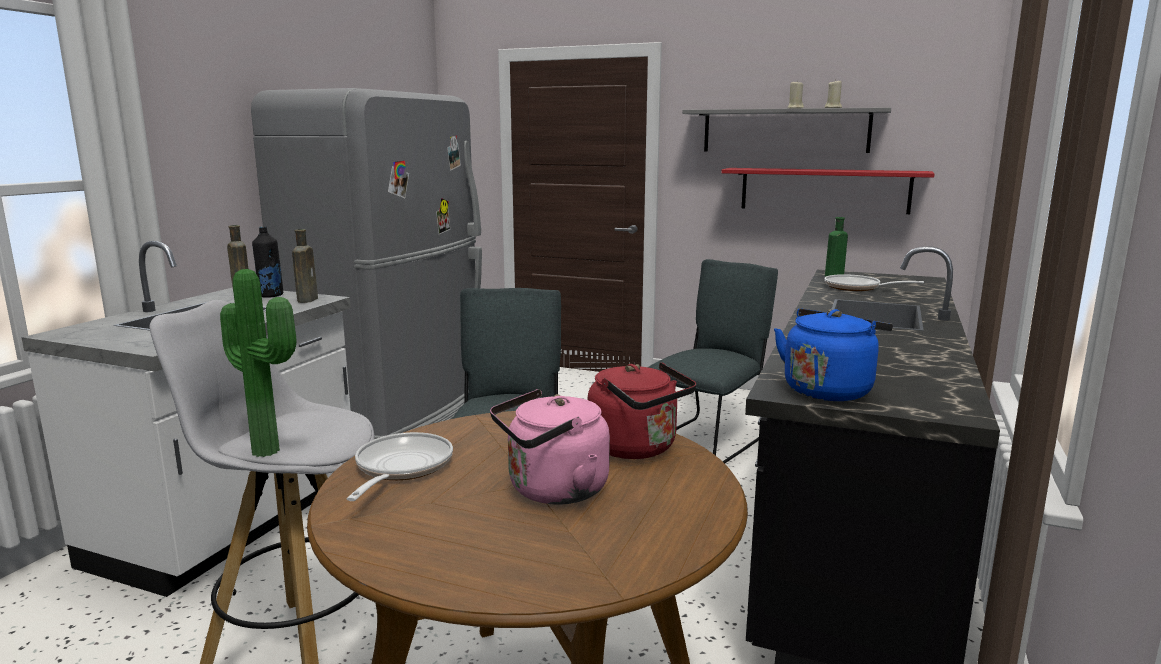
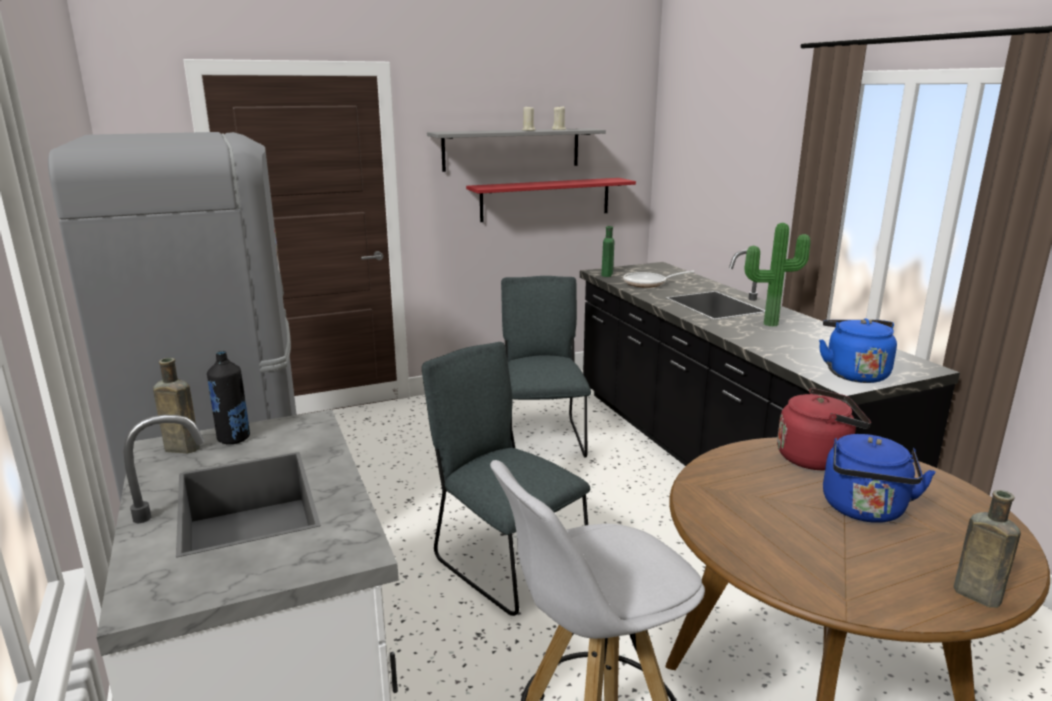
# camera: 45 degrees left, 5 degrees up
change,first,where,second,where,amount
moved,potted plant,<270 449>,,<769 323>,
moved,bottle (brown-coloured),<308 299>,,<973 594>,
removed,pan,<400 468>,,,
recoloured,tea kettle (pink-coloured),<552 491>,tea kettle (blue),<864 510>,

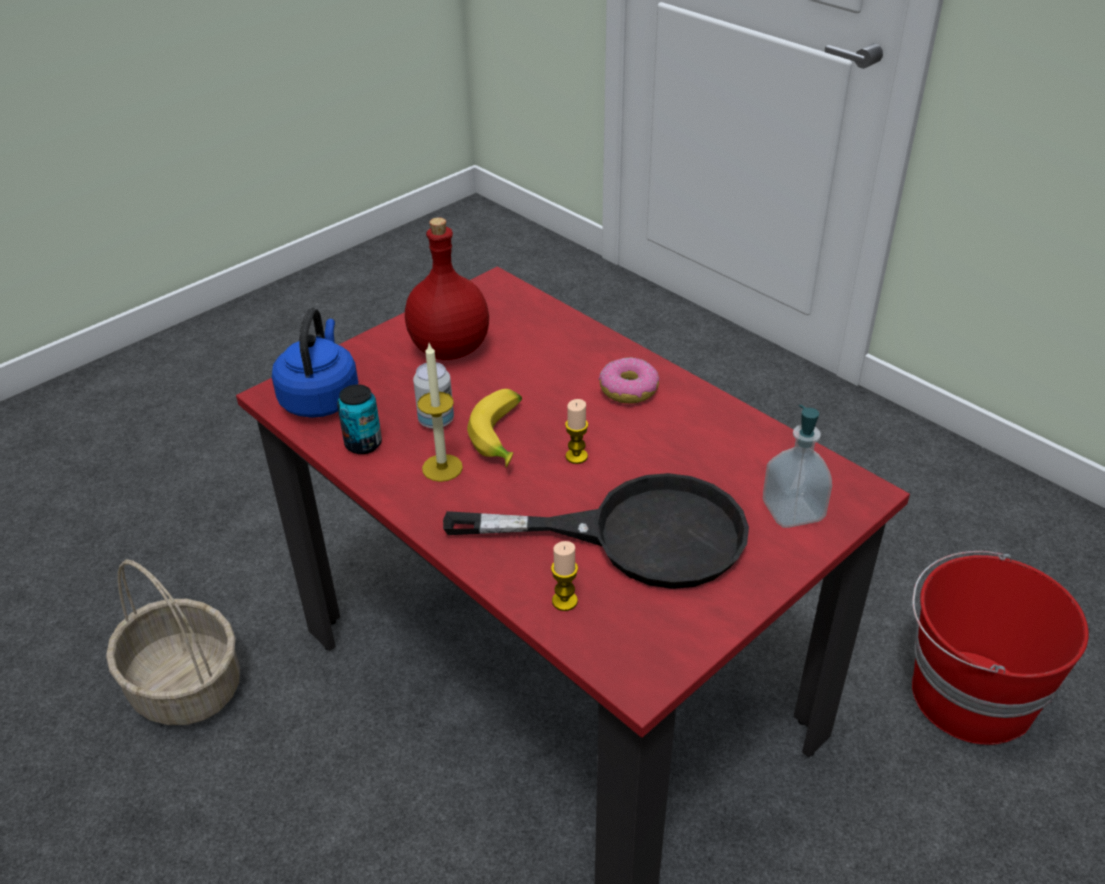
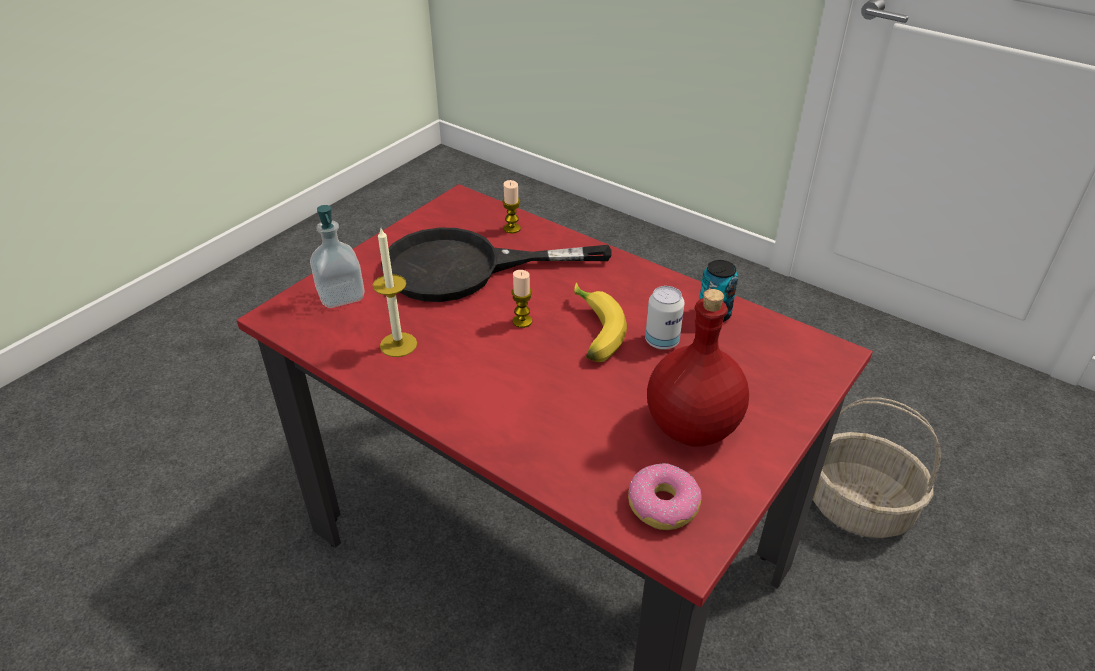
# camera: 170 degrees right, 0 degrees up
change,first,where,second,where,amount
removed,tea kettle (blue),<321 398>,,,
moved,wax light,<442 468>,,<398 344>,
moved,ring doughnut,<629 390>,,<662 504>,
removed,water bucket (red-coloured),<968 695>,,,

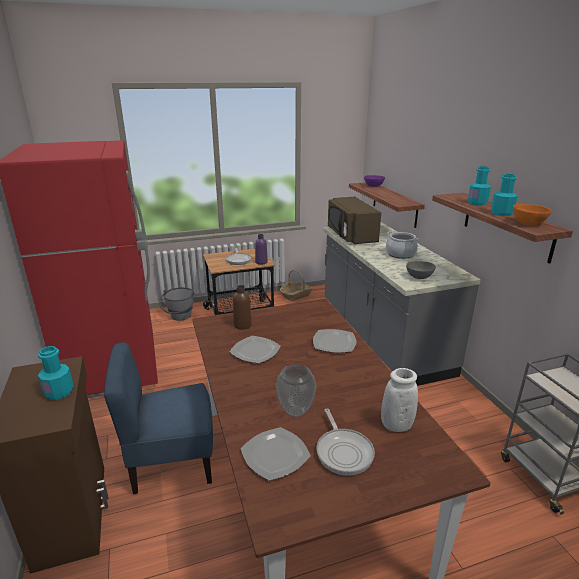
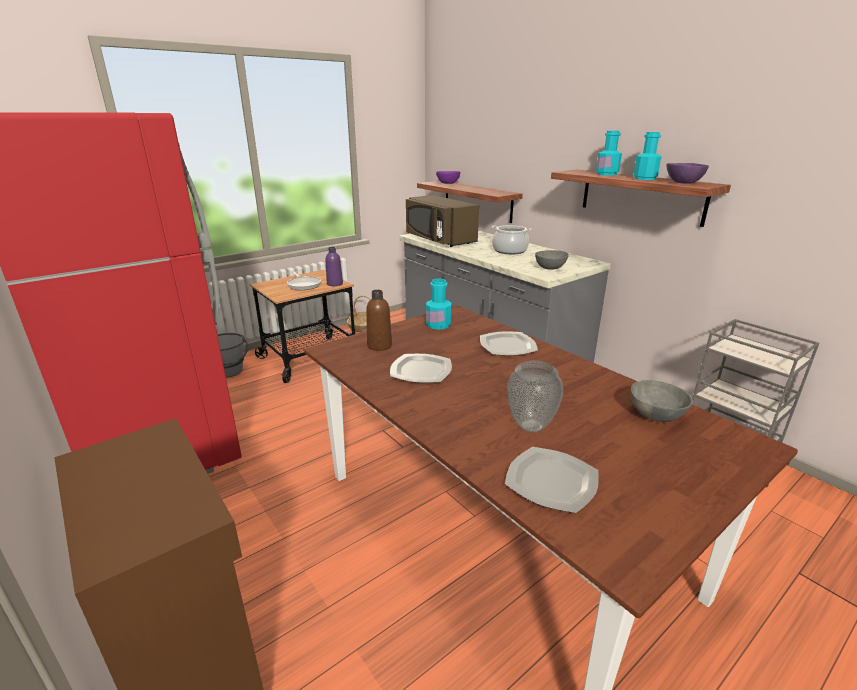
# camera: 20 degrees left, 0 degrees up
change,first,where,second,where,amount
moved,bottle (turquoise),<59 392>,,<438 325>,
removed,plain chair (blue),<172 462>,,,
removed,pan,<343 451>,,,
replaced,vase (white),<396 425>,deep dish (greyish),<654 415>,
recoloured,deep dish (orangey),<527 223>,deep dish (purple-coloured),<683 183>,

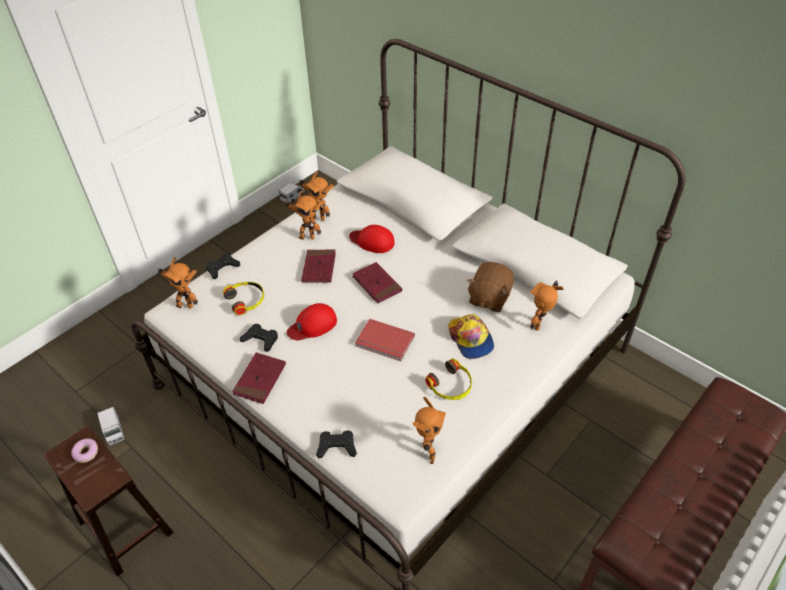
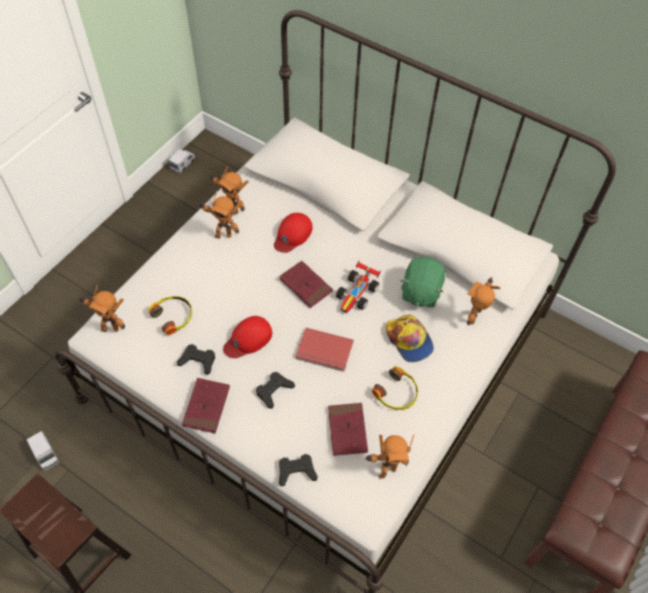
# camera: 10 degrees left, 10 degrees up
change,first,where,second,where,amount
removed,ring doughnut,<86 452>,,,
moved,gamepad (blackish),<222 268>,,<274 390>,
moved,bound book (red-coloured),<319 268>,,<347 430>,
turned,baseball cap (red-coloured),<372 241>,,<292 234>,75 degrees counterclockwise
turned,model robot,<427 455>,,<385 470>,75 degrees clockwise
recoloured,cuddly toy (brown-coloured),<489 298>,cuddly toy (greenish),<420 292>,
added,,,model car,<357 293>,

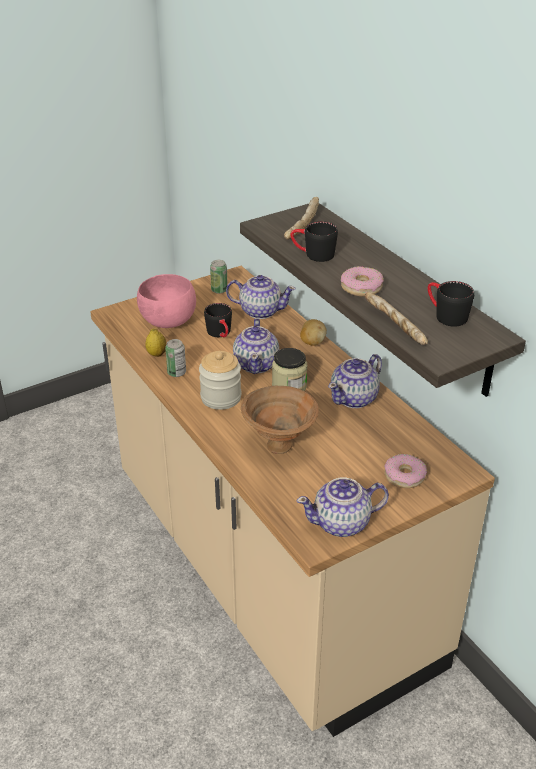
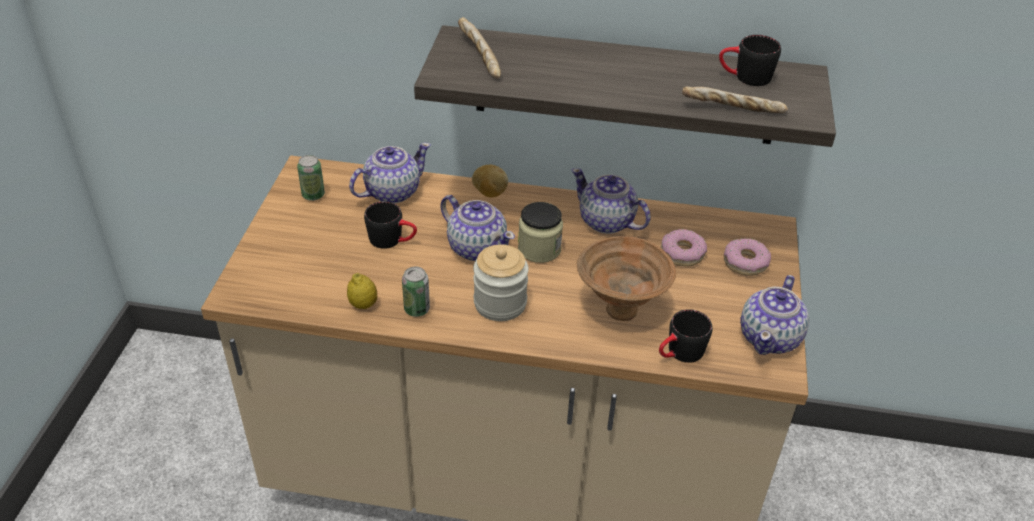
# camera: 50 degrees left, 5 degrees up
change,first,where,second,where,amount
removed,deep dish (pink-coloured),<168 322>,,,
moved,mug (blackish),<313 254>,,<679 354>,
turned,teapot,<354 398>,,<607 222>,135 degrees clockwise
moved,ring doughnut,<361 287>,,<682 253>,

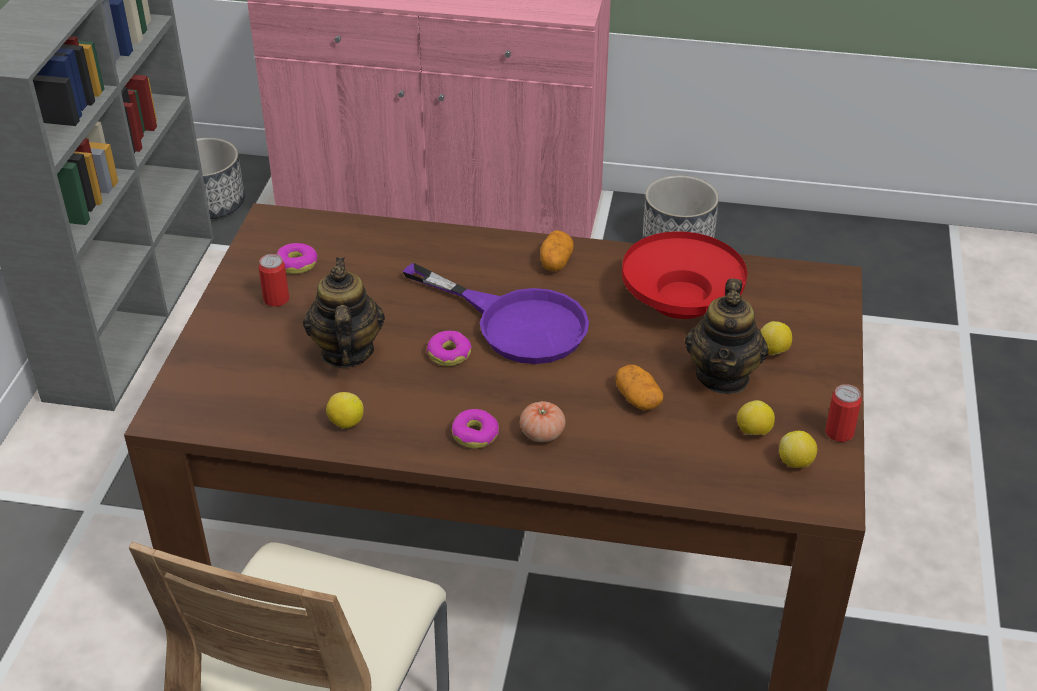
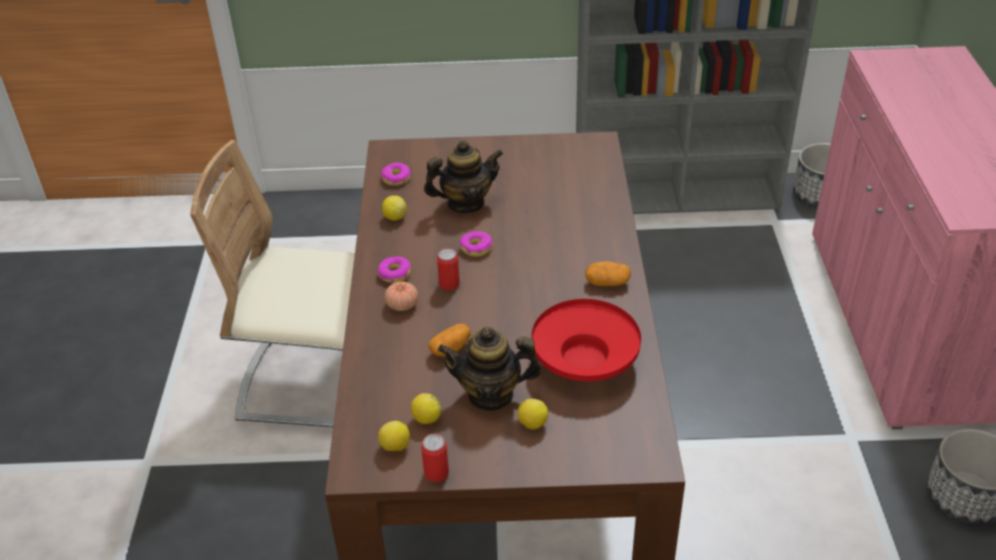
# camera: 80 degrees right, 0 degrees up
change,first,where,second,where,amount
moved,sealed can,<276 299>,,<449 284>,
moved,ring doughnut,<297 264>,,<396 178>,
removed,pan (purple-coloured),<516 323>,,,

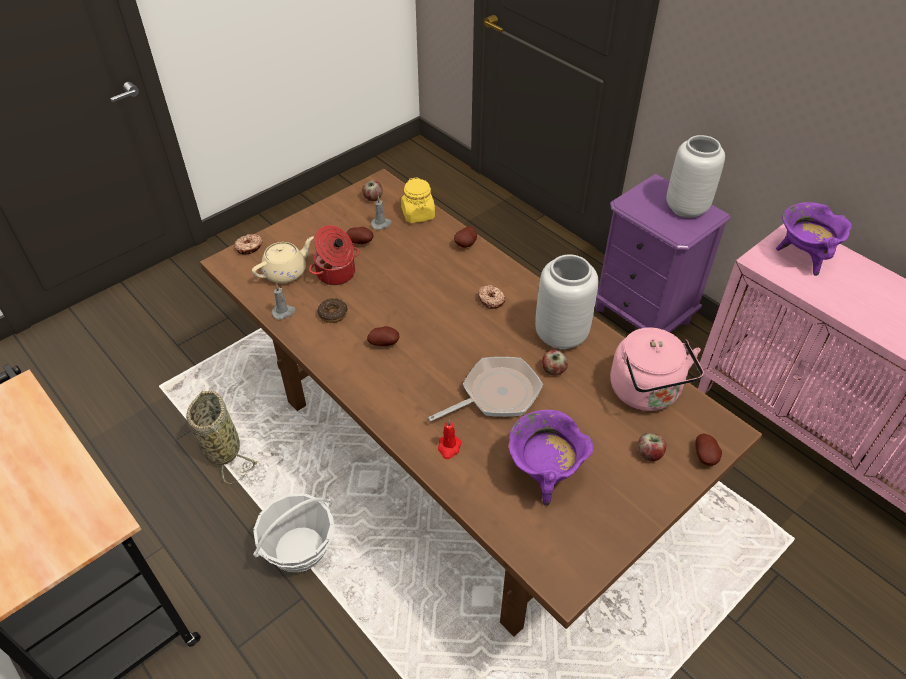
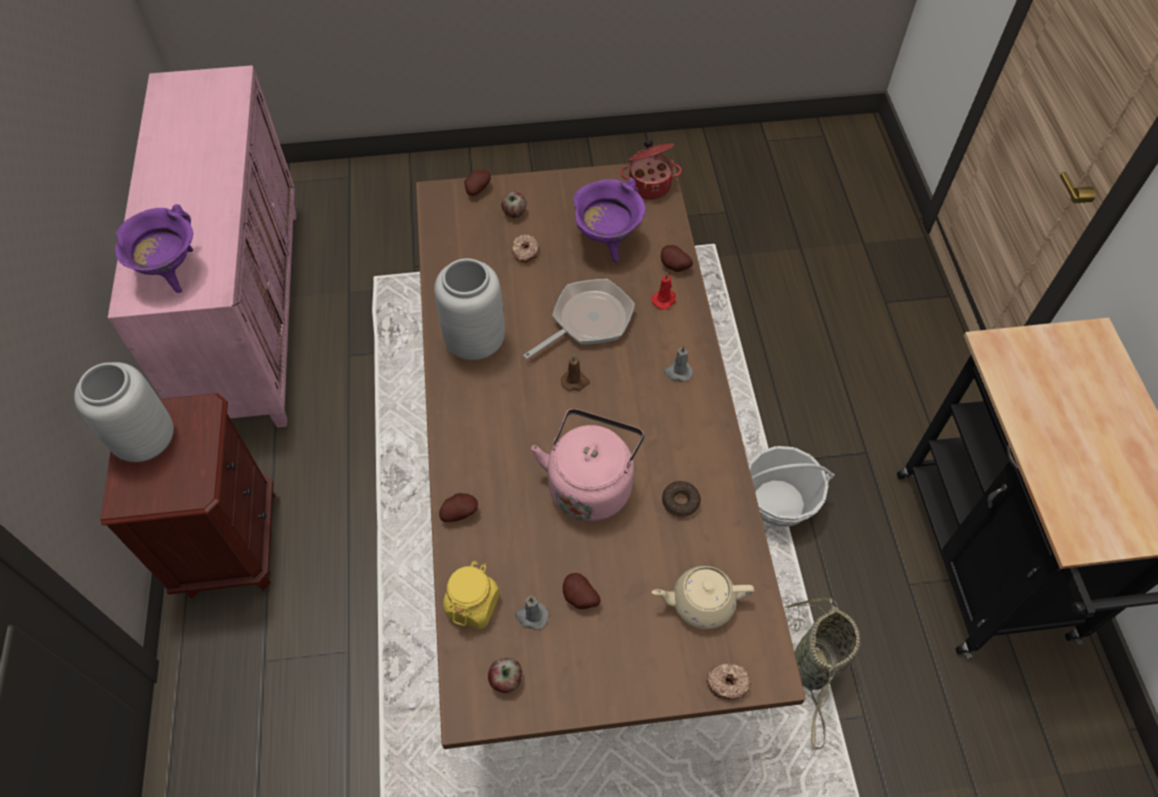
# camera: 145 degrees left, 10 degrees up
change,first,where,second,where,amount
moved,wax light (greyish),<284 312>,,<678 372>,
moved,cooking pot,<336 274>,,<649 184>,
moved,whole potato,<384 343>,,<674 267>,
turned,pan,<496 394>,,<587 321>,135 degrees clockwise
moved,ring doughnut,<491 300>,,<525 252>,
removed,apple fruit,<553 370>,,,
recoloured,night table (purple-coloured),<642 315>,night table (brown-coloured),<230 543>,
moved,tea kettle (pink-coloured),<647 393>,,<591 484>,
added,,,wax light (brown-coloured),<575 382>,

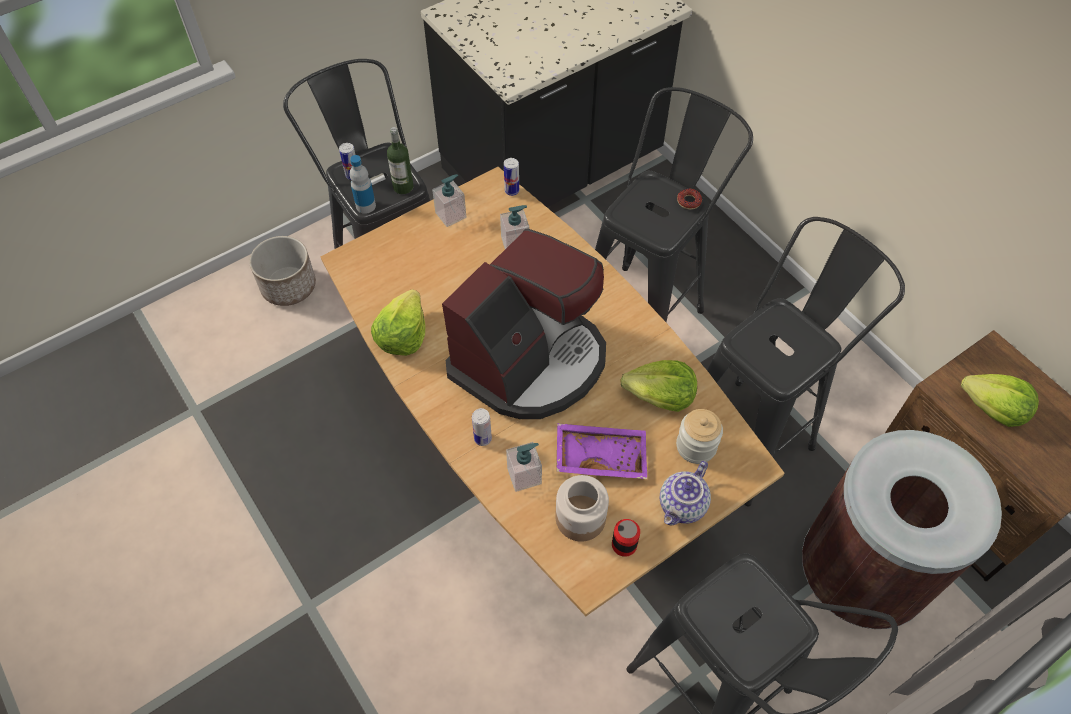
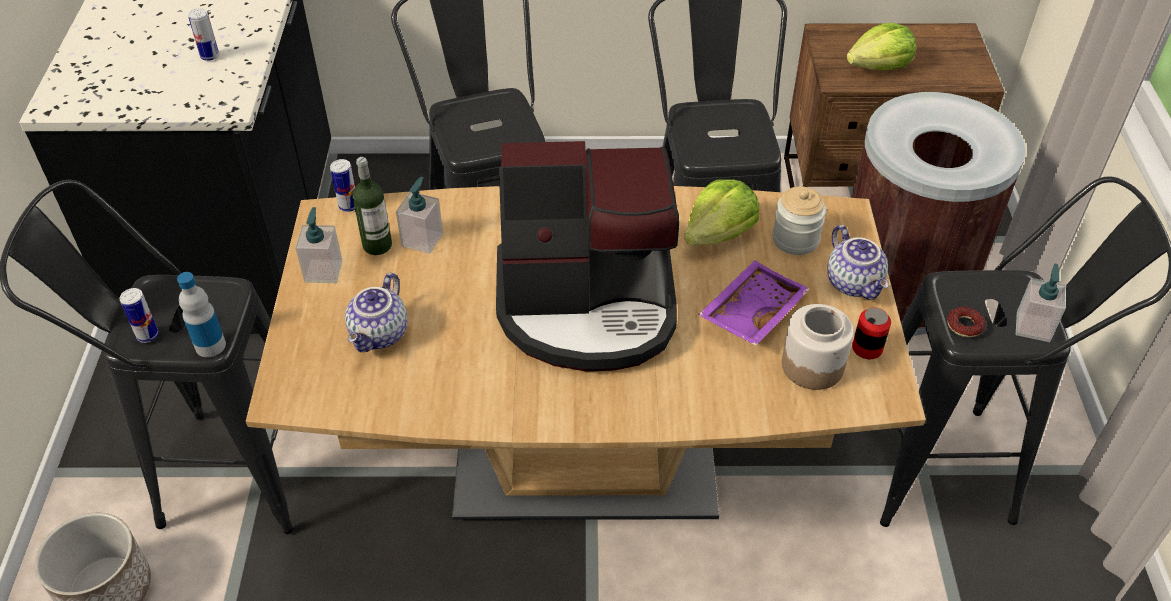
# camera: 55 degrees left, 10 degrees down
change,first,where,second,where,amount
removed,head of lettuce,<402 335>,,,
moved,bottle,<403 187>,,<377 245>,
turned,coffee machine,<530 361>,,<588 306>,105 degrees clockwise
moved,sealed can,<483 438>,,<210 56>,
moved,soap bottle,<524 476>,,<1033 326>,
moved,ring doughnut,<689 201>,,<964 325>,
added,,,teapot,<380 335>,

